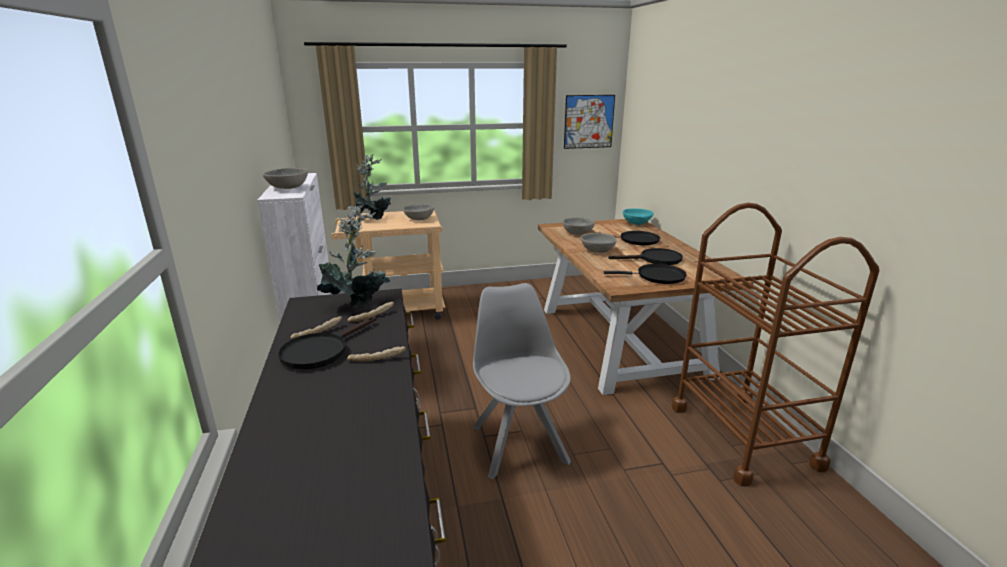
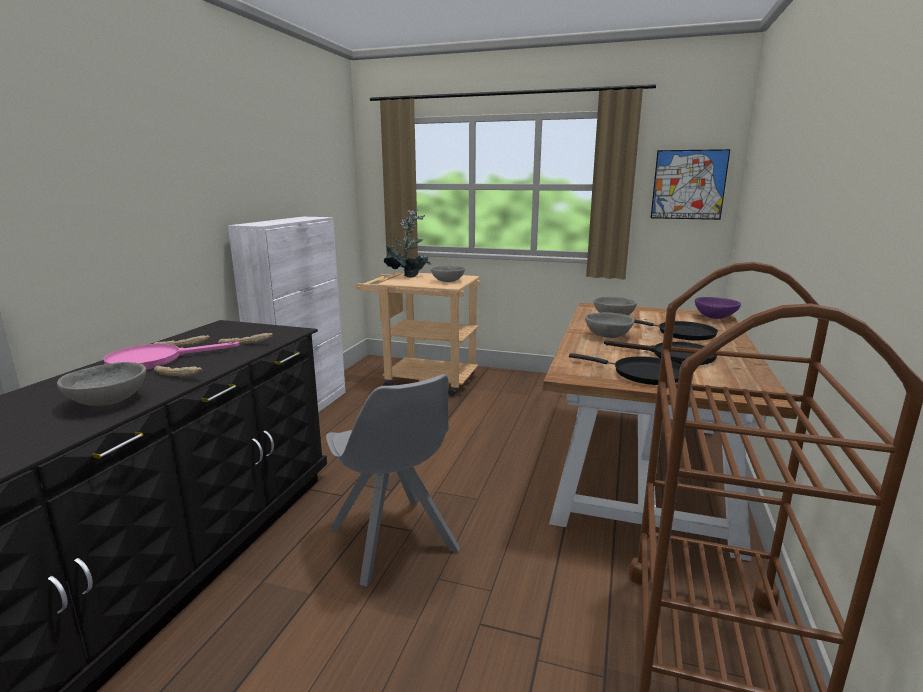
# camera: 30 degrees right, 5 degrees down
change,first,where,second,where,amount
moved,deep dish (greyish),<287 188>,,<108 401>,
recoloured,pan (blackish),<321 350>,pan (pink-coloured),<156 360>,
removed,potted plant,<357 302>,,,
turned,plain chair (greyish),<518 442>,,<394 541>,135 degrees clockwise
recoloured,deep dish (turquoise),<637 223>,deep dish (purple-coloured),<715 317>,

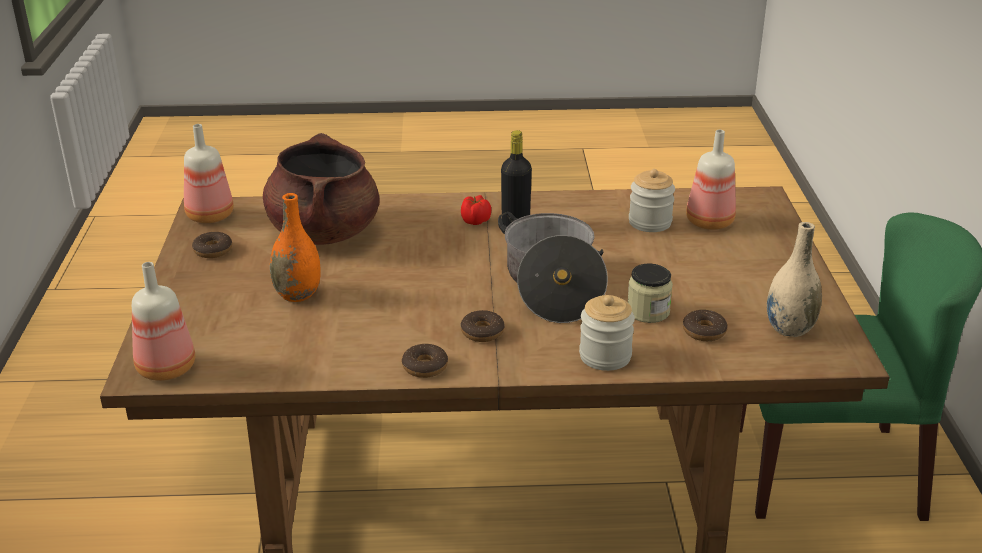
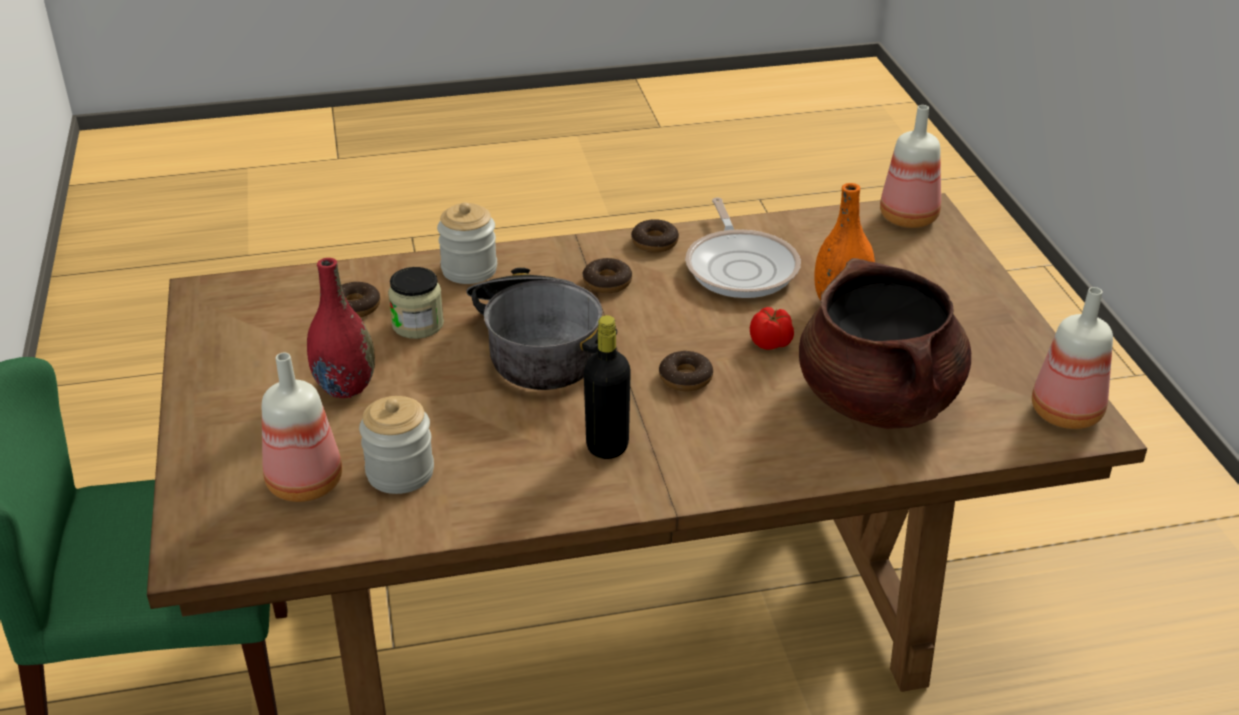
# camera: 170 degrees right, 5 degrees up
change,first,where,second,where,amount
moved,ring doughnut,<213 250>,,<685 378>,
moved,tomato,<475 221>,,<771 343>,
removed,vase (beige-coloured),<789 329>,,,
added,,,vase (red-coloured),<345 387>,
added,,,pan,<741 267>,

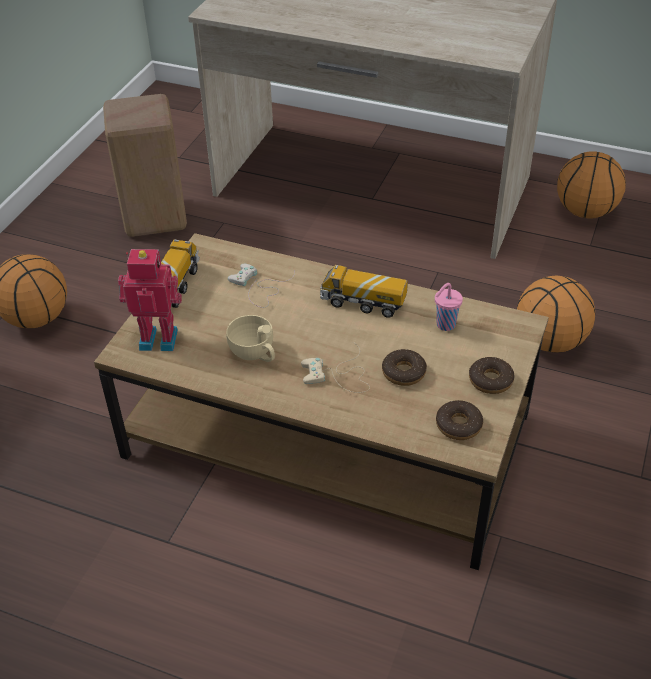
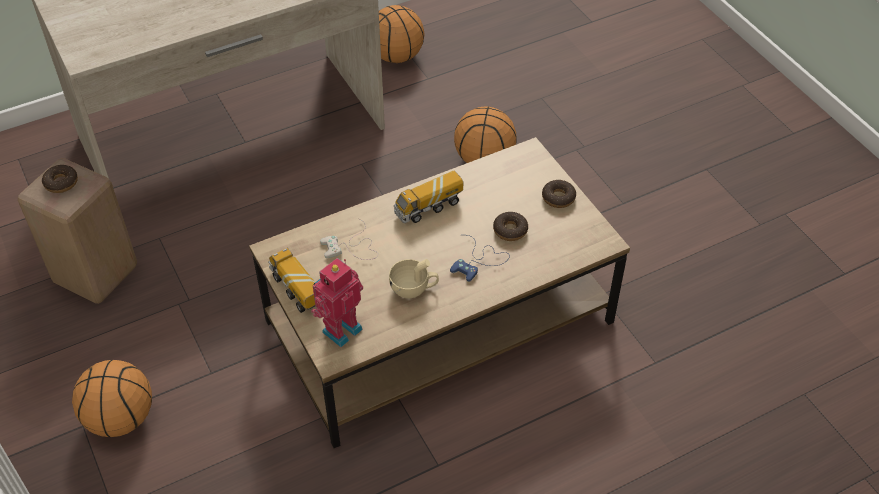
# camera: 50 degrees left, 5 degrees up
change,first,where,second,where,amount
recoloured,gamepad (beige-coloured),<339 375>,gamepad (blue),<479 261>,
removed,drinking cup (pink-coloured),<444 325>,,,
moved,ring doughnut,<458 425>,,<61 183>,

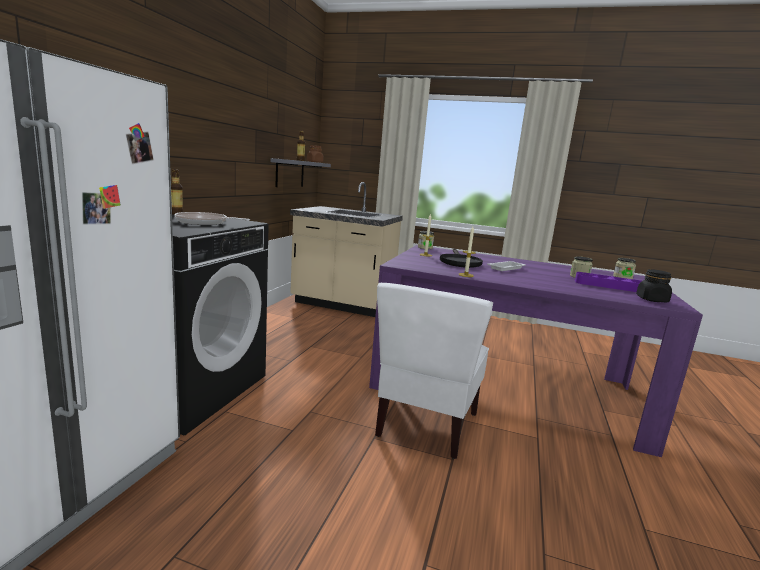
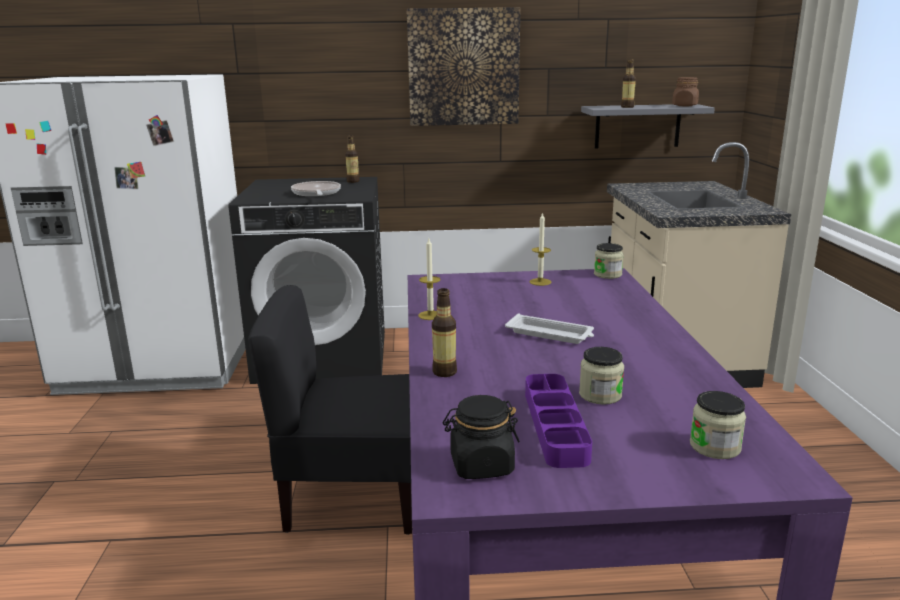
# camera: 70 degrees right, 5 degrees up
change,first,where,second,where,amount
recoloured,plain chair (white),<426 424>,plain chair (blackish),<352 498>,
removed,pan (blackish),<459 262>,,,
added,,,wall art,<463 67>,
added,,,bottle,<444 372>,

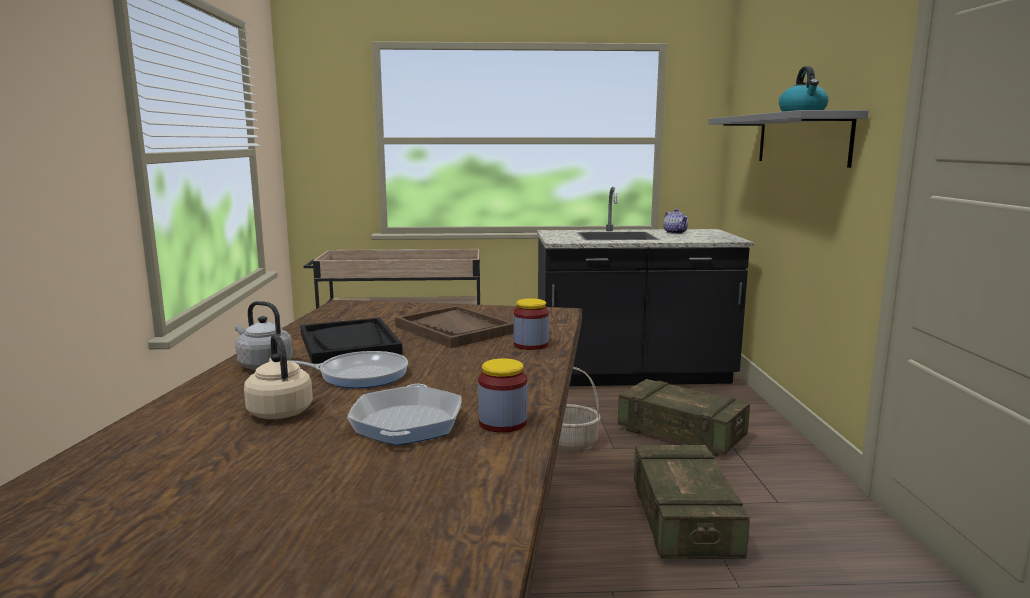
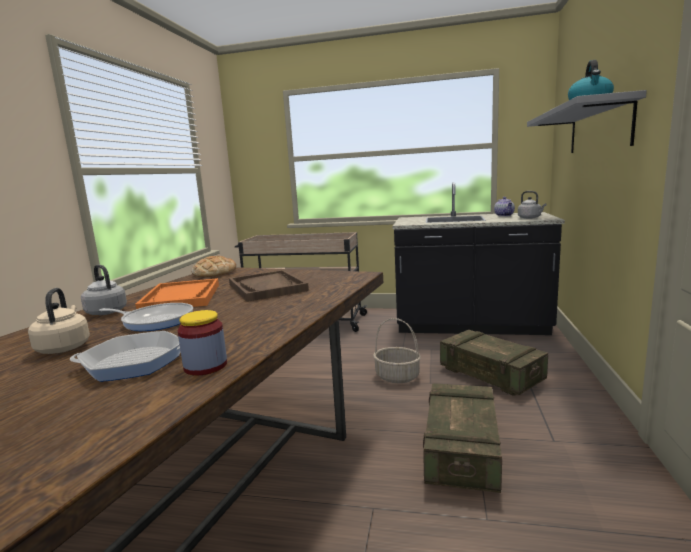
# camera: 15 degrees right, 0 degrees up
change,first,where,second,where,amount
recoloured,tray (blackish),<349 344>,tray (orangey),<182 297>,
turned,pan,<407 423>,,<134 362>,120 degrees counterclockwise
removed,jar,<531 345>,,,
added,,,bread,<214 273>,
added,,,tea kettle (greyish),<530 218>,

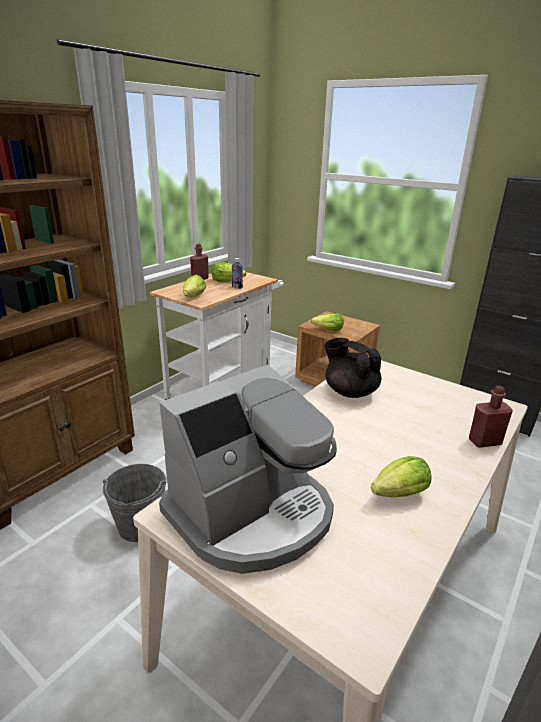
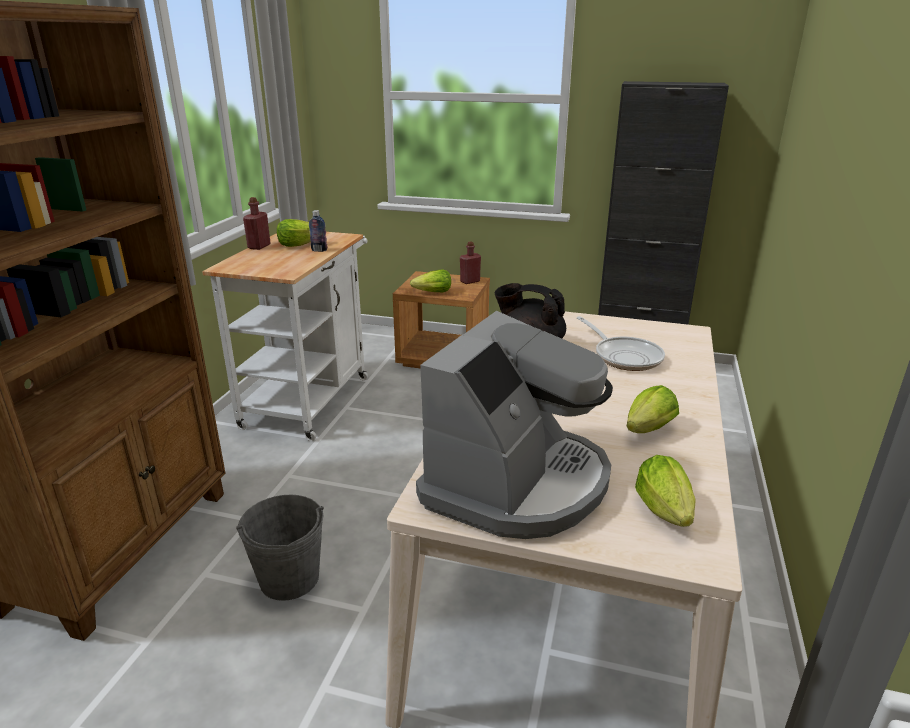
# camera: 20 degrees left, 0 degrees up
change,first,where,second,where,amount
moved,head of lettuce,<193 298>,,<665 514>,
moved,bottle (red-coloured),<484 442>,,<470 281>,
added,,,pan,<624 356>,

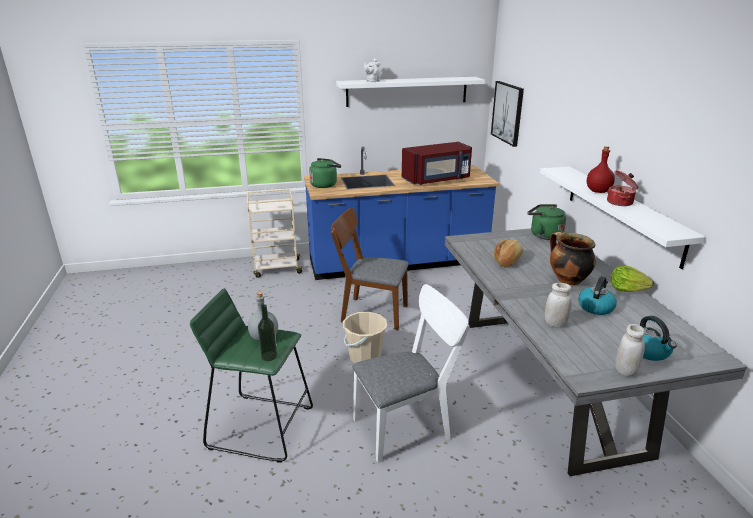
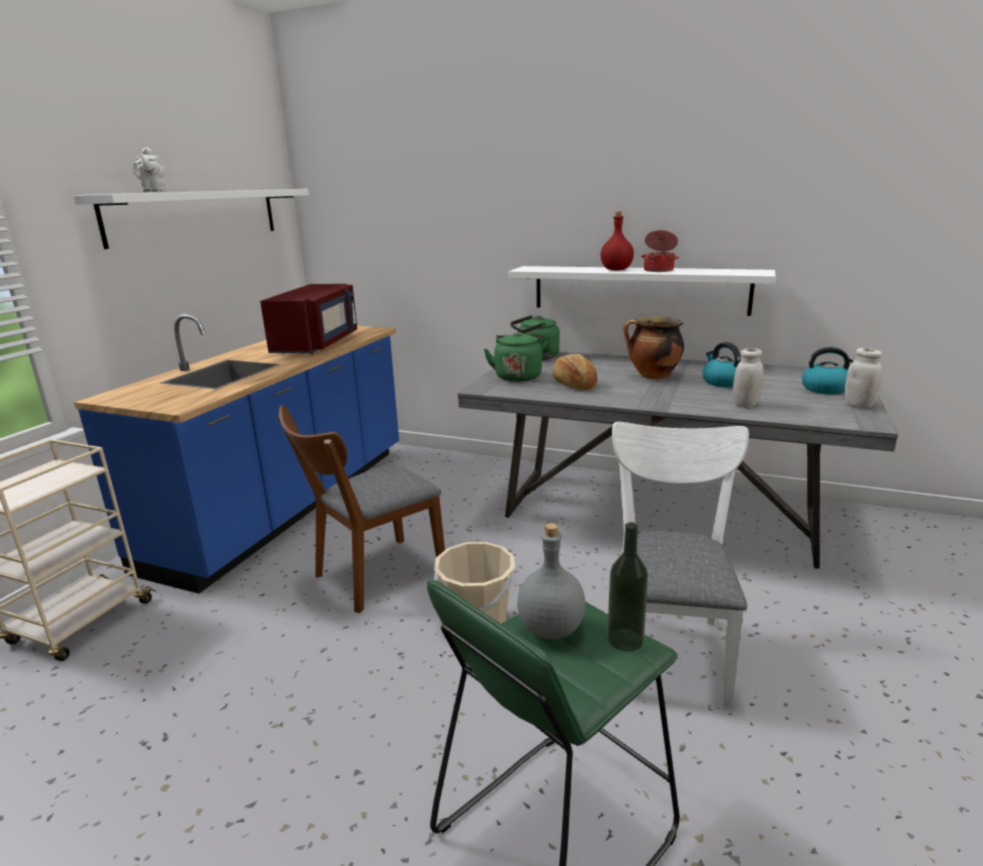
# camera: 55 degrees left, 5 degrees down
change,first,where,second,where,amount
moved,tea kettle (greenish),<325 185>,,<517 376>,
removed,wall art,<508 112>,,,
removed,head of lettuce,<627 288>,,,

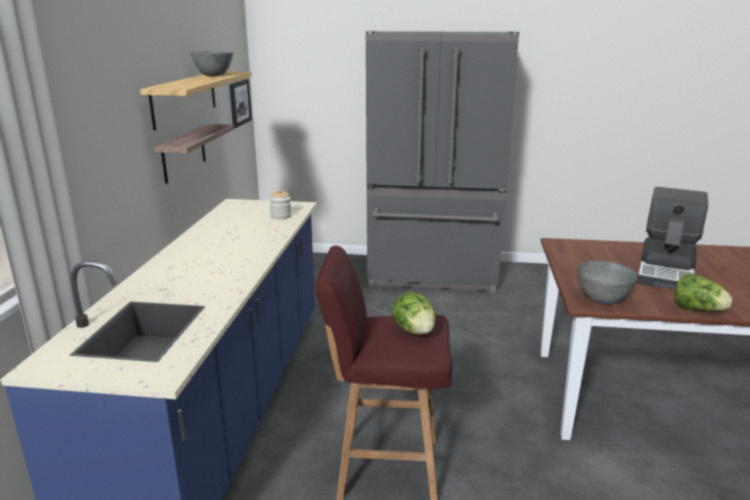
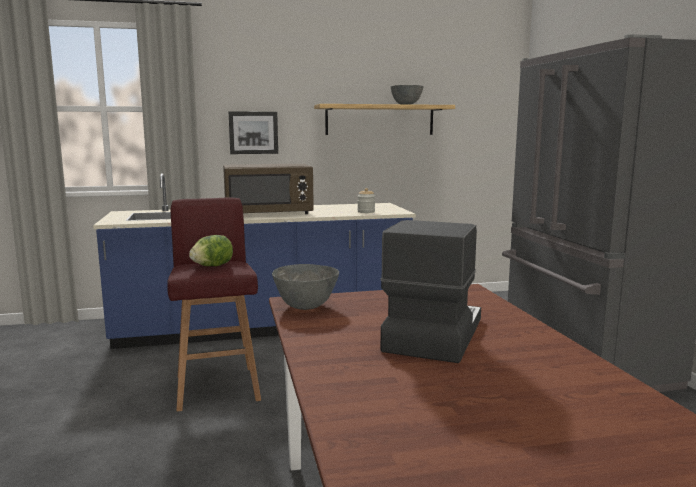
# camera: 70 degrees right, 10 degrees down
change,first,where,second,where,amount
removed,shelf,<184 153>,,,
moved,wall art,<239 102>,,<253 132>,
turned,coffee machine,<667 272>,,<432 335>,105 degrees clockwise
removed,head of lettuce,<697 309>,,,
added,,,kitchen microwave (brown-coloured),<269 214>,

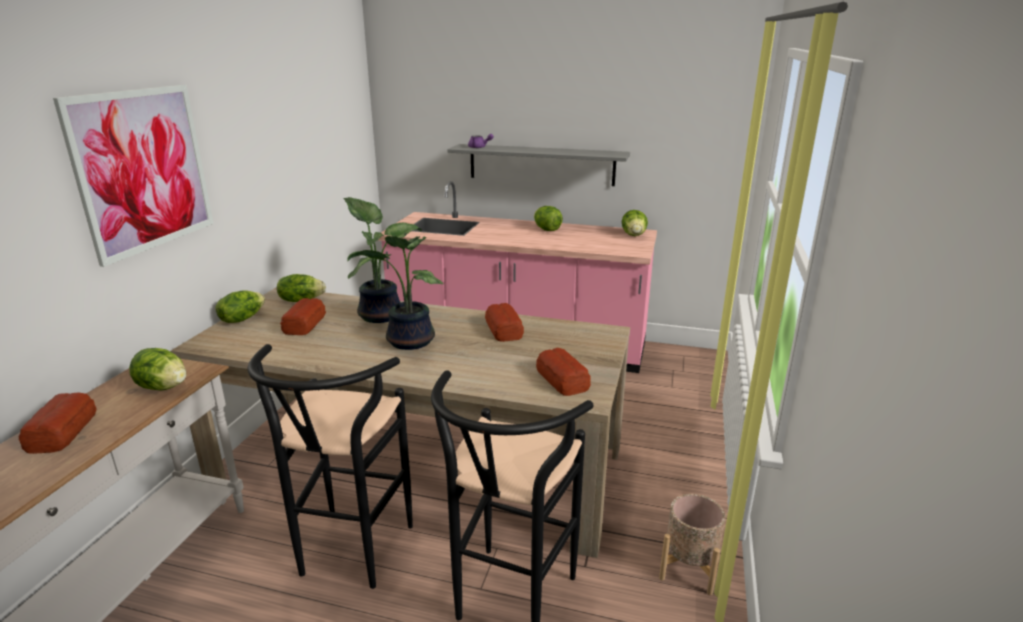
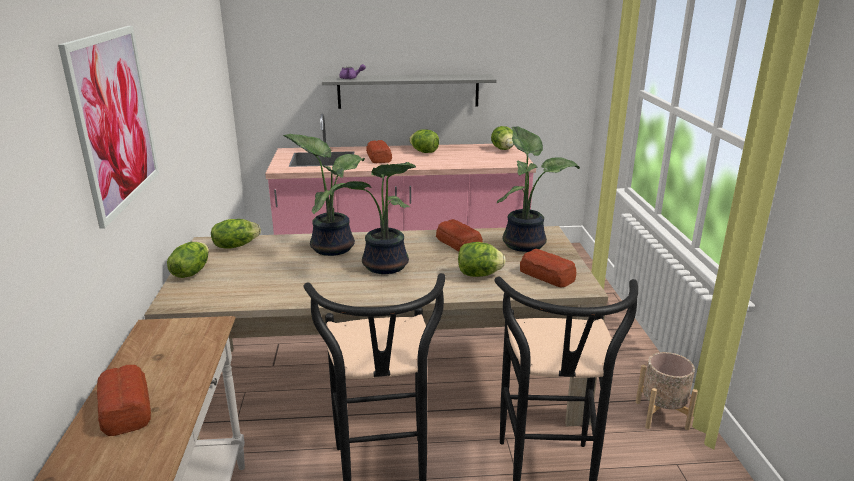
# camera: 20 degrees left, 0 degrees up
change,first,where,second,where,amount
moved,head of lettuce,<163 387>,,<479 274>,
moved,bread,<305 323>,,<379 157>,
added,,,potted plant,<525 243>,

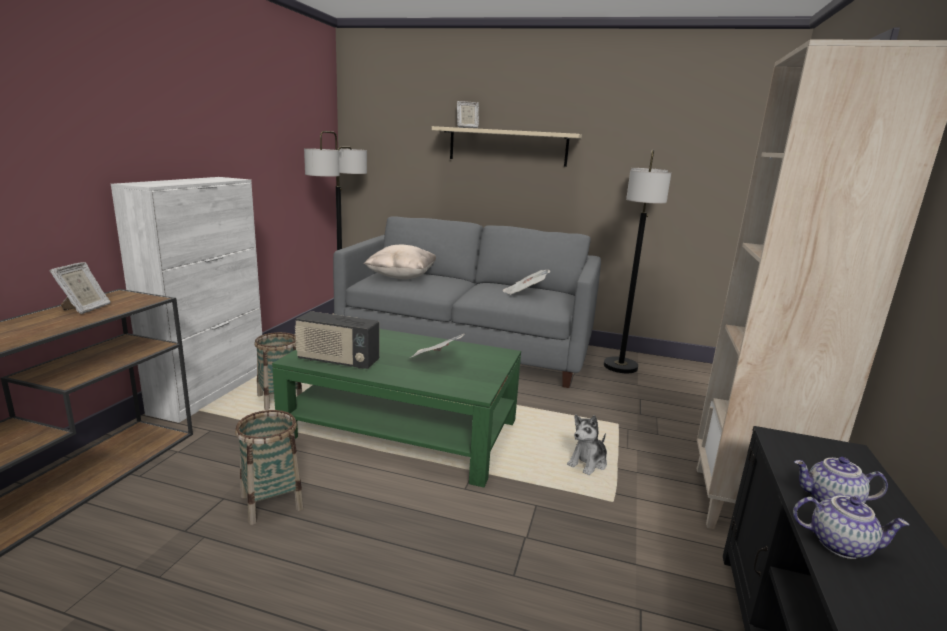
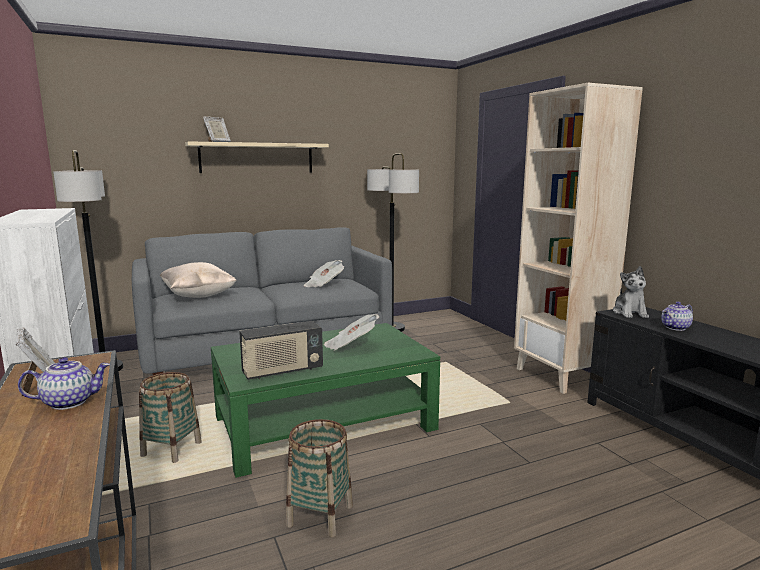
# camera: 40 degrees left, 5 degrees down
change,first,where,second,where,amount
moved,cuddly toy,<588 463>,,<629 313>,
moved,teapot,<840 544>,,<69 402>,

